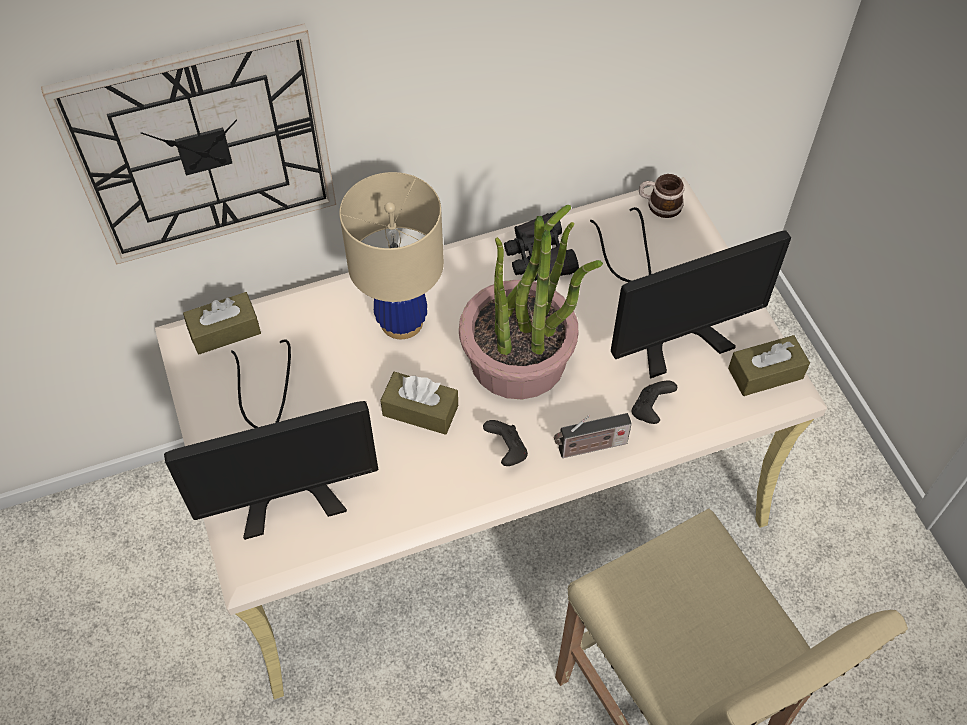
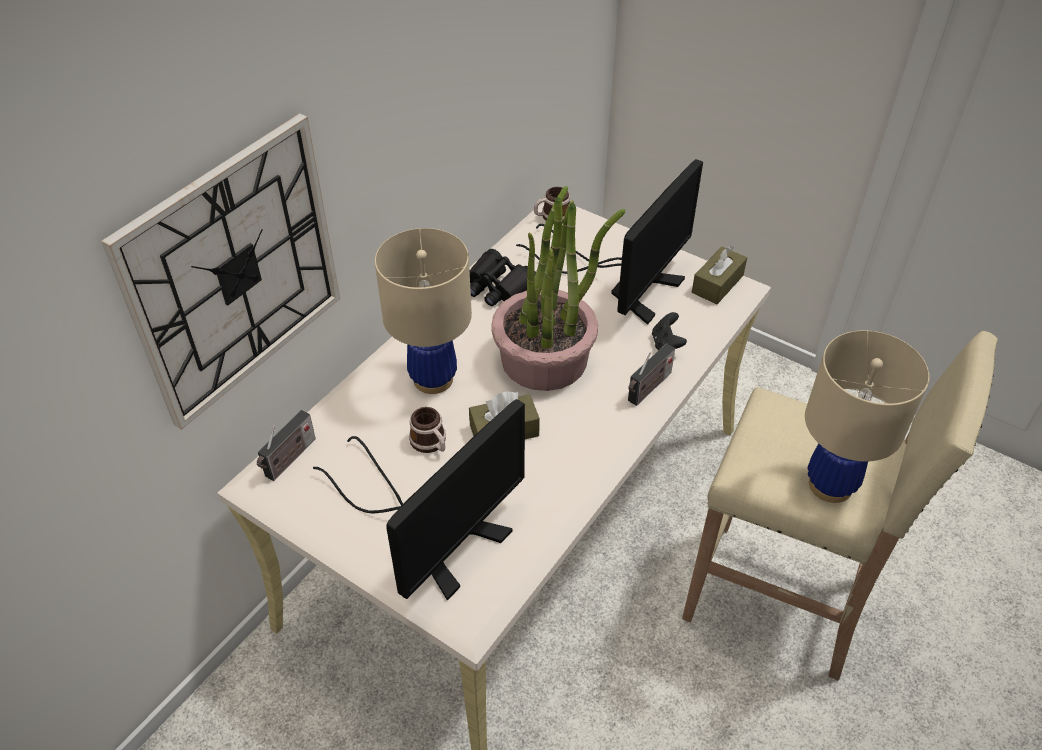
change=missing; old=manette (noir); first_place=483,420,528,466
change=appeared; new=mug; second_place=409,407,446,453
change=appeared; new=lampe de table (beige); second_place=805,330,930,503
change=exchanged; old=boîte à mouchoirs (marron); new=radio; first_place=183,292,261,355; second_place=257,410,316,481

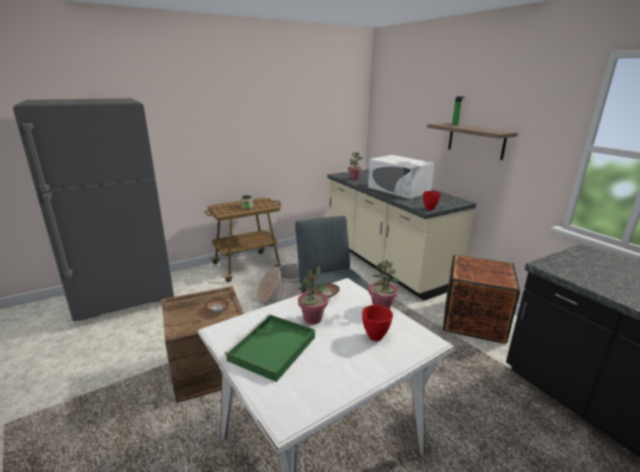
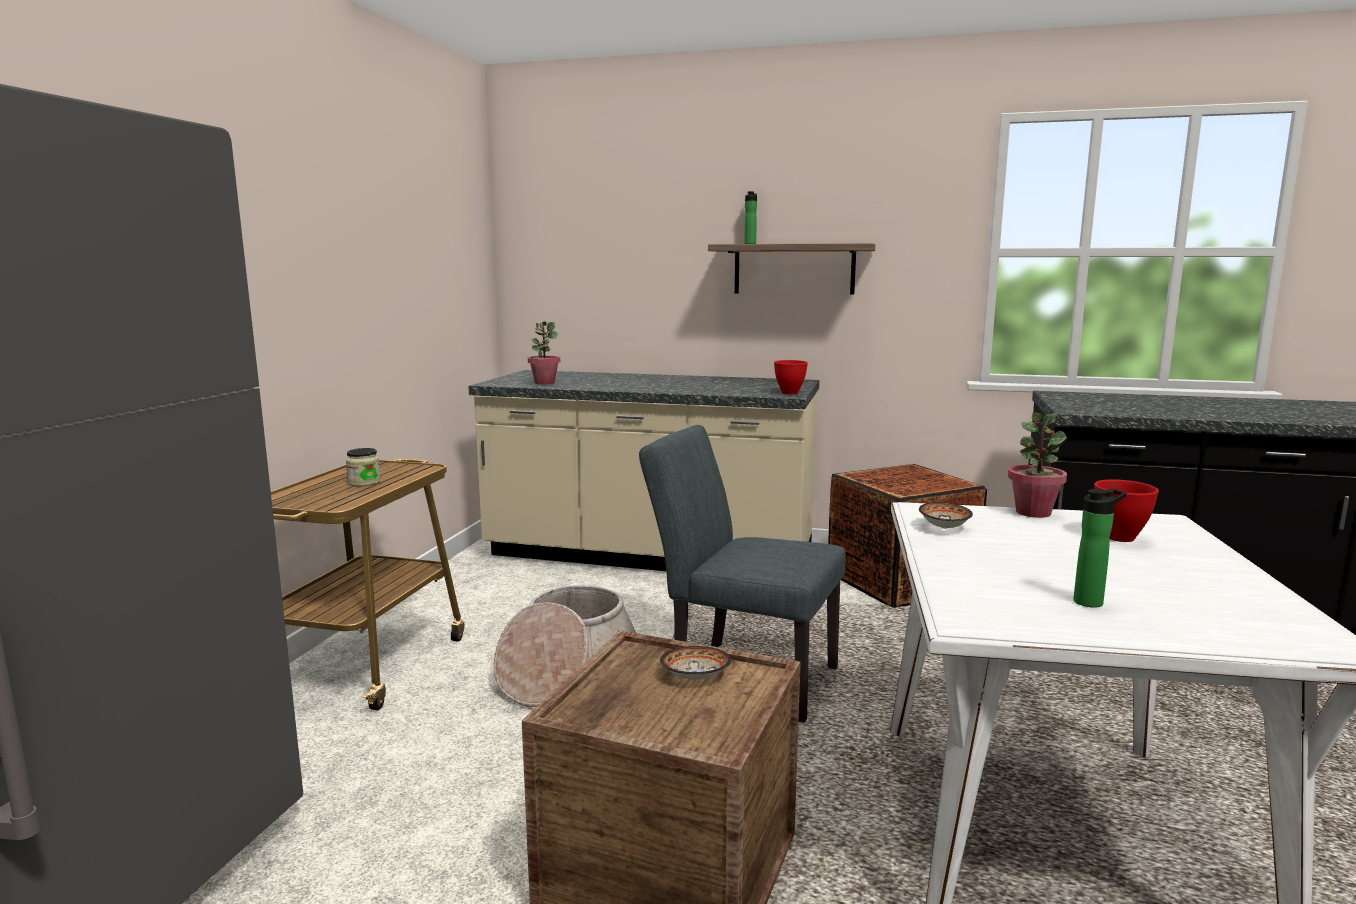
change=missing; old=plante en pot; first_place=298,266,328,324
change=missing; old=micro-ondes (blanc); first_place=368,155,435,199
change=exchanged; old=plateau (vert); new=bouteille; first_place=224,314,315,382; second_place=1073,489,1127,608

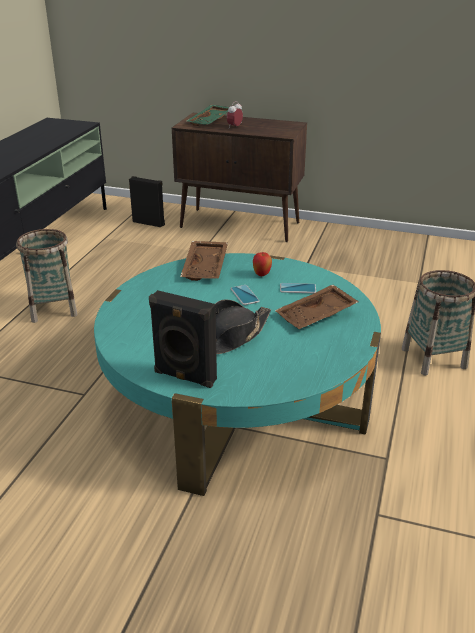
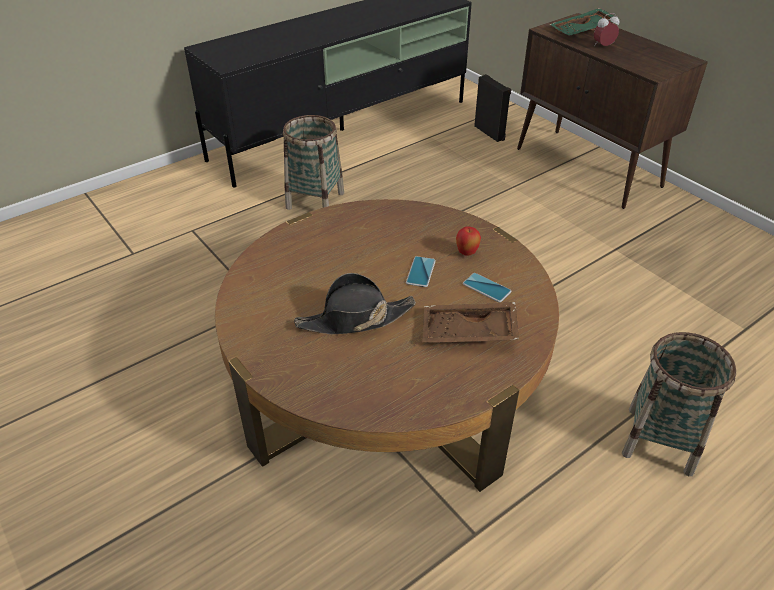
change=missing; old=enceinte (noir); first_place=149,290,217,388
change=missing; old=plateau (marron); first_place=180,241,228,281
change=colour; old=table basse (turquoise); new=table basse (marron); first_place=94,253,381,496; second_place=215,199,559,492

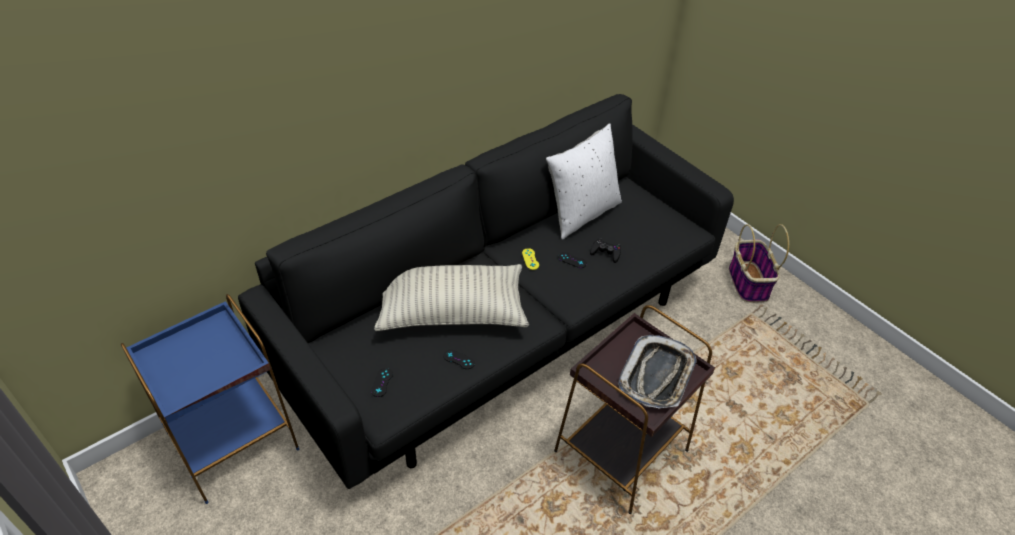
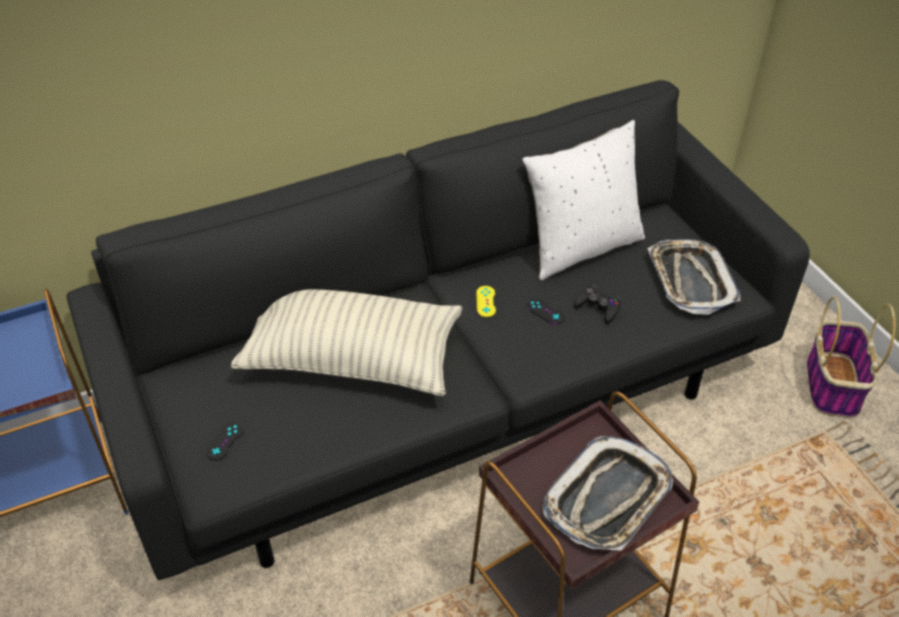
change=missing; old=manette (noir); first_place=443,349,475,369
change=appeared; new=plateau; second_place=647,239,740,315

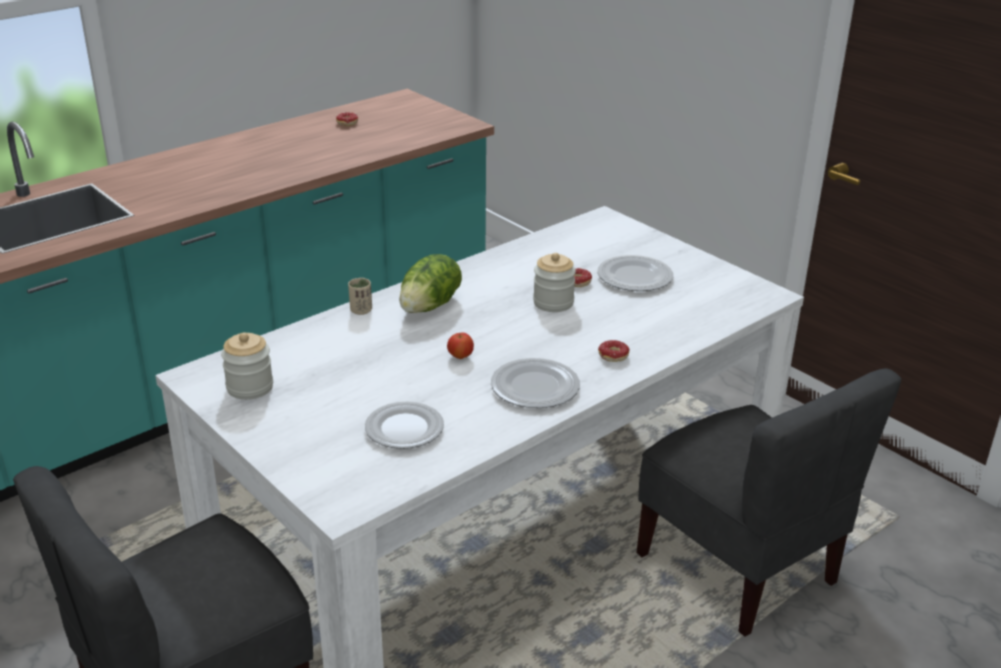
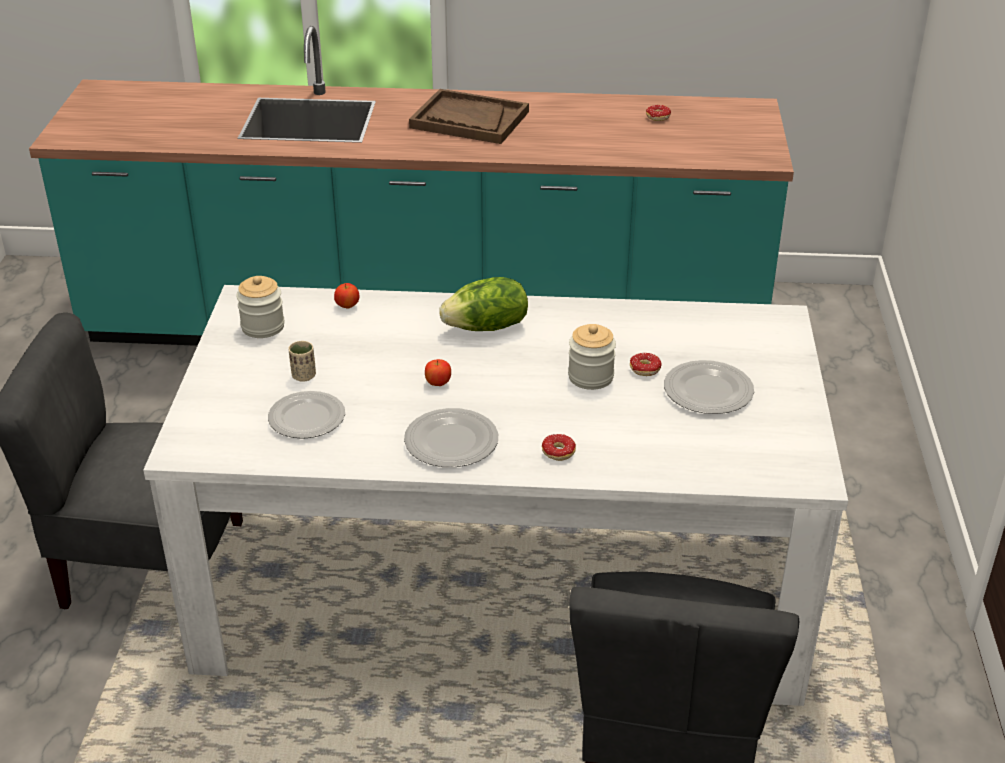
change=appeared; new=pomme; second_place=334,283,359,309
change=appeared; new=plateau (marron); second_place=409,89,529,144
change=relocated; old=tasse (beige); first_place=348,278,372,315; second_place=288,341,316,382

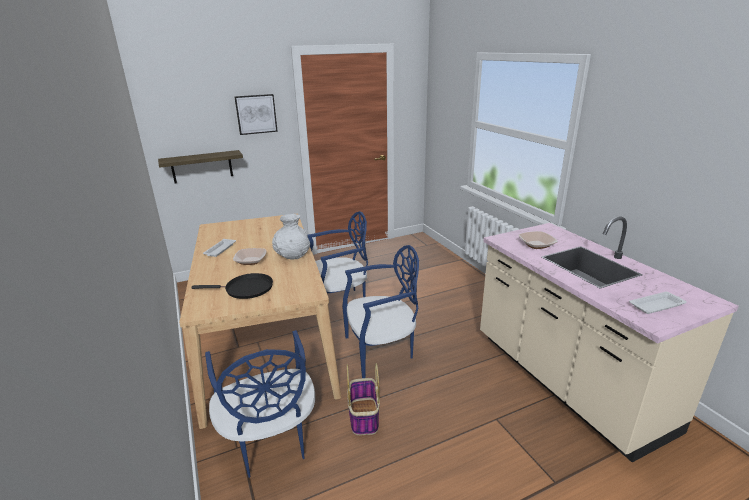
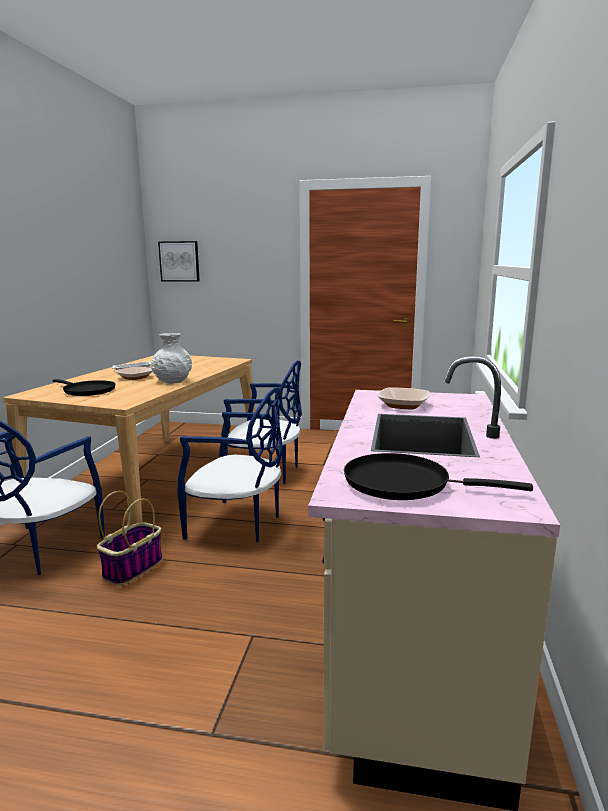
change=missing; old=étagère; first_place=158,150,243,184
change=relocated; old=tableau; first_place=234,94,278,135; second_place=158,241,200,282
change=exchanged; old=plateau (blanc); new=poêle (noir); first_place=629,292,687,314; second_place=344,453,533,500

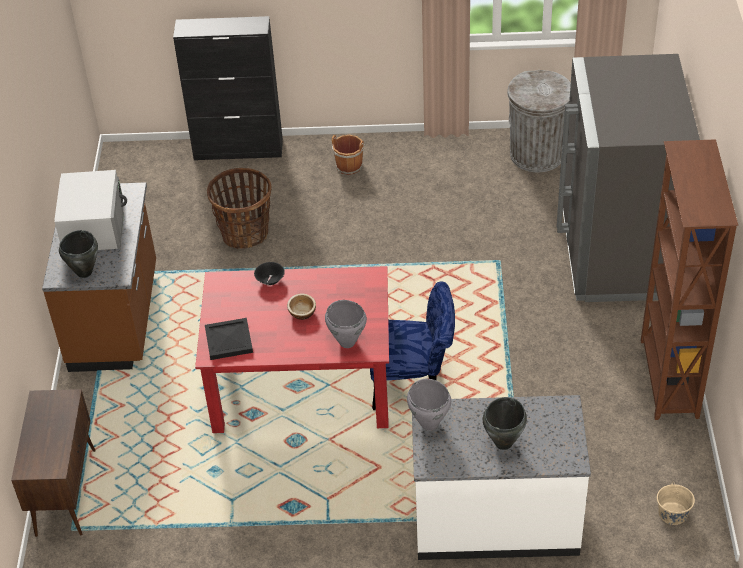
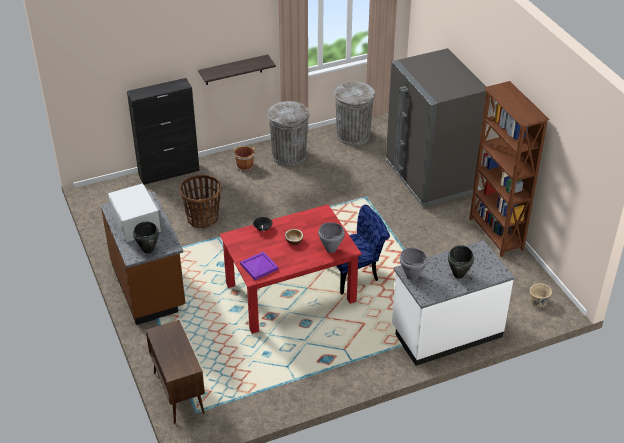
change=appeared; new=étagère; second_place=198,55,276,85
change=appeared; new=poubelle (gris); second_place=267,101,309,166
change=colour; old=plateau (noir); new=plateau (violet); first_place=205,318,253,360; second_place=240,251,278,280

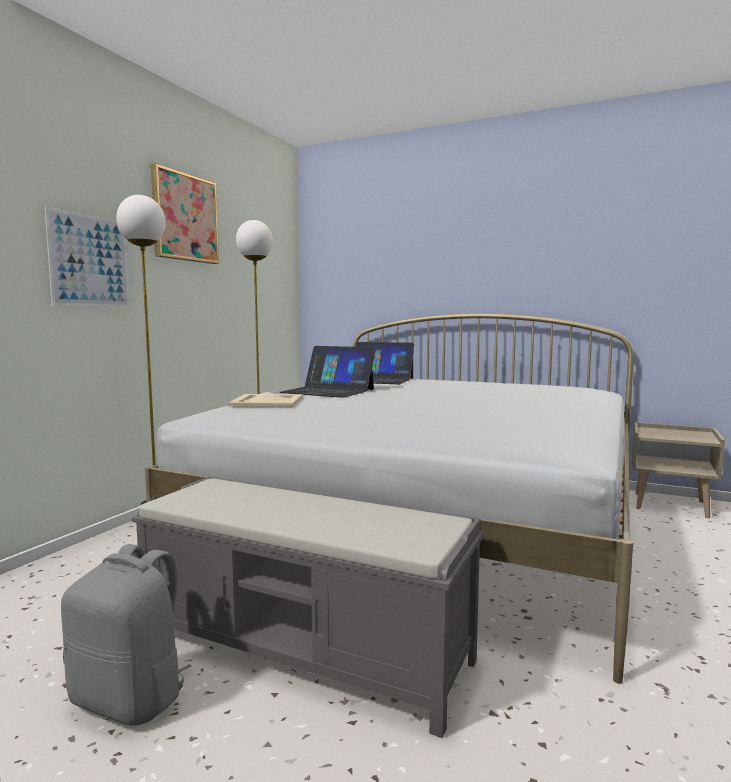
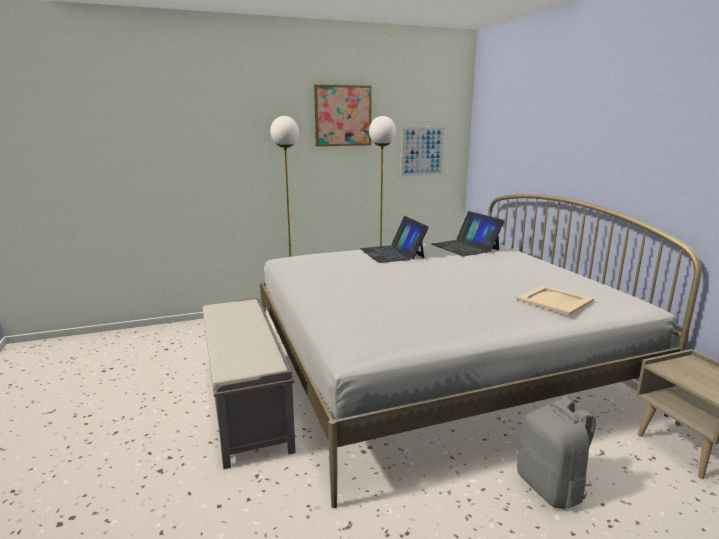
change=relocated; old=tableau; first_place=45,207,131,308; second_place=400,127,445,177
change=relocated; old=sac à dos (gris); first_place=61,544,192,726; second_place=517,398,596,509
change=relocated; old=plateau (beige); first_place=228,392,303,407; second_place=516,285,594,315

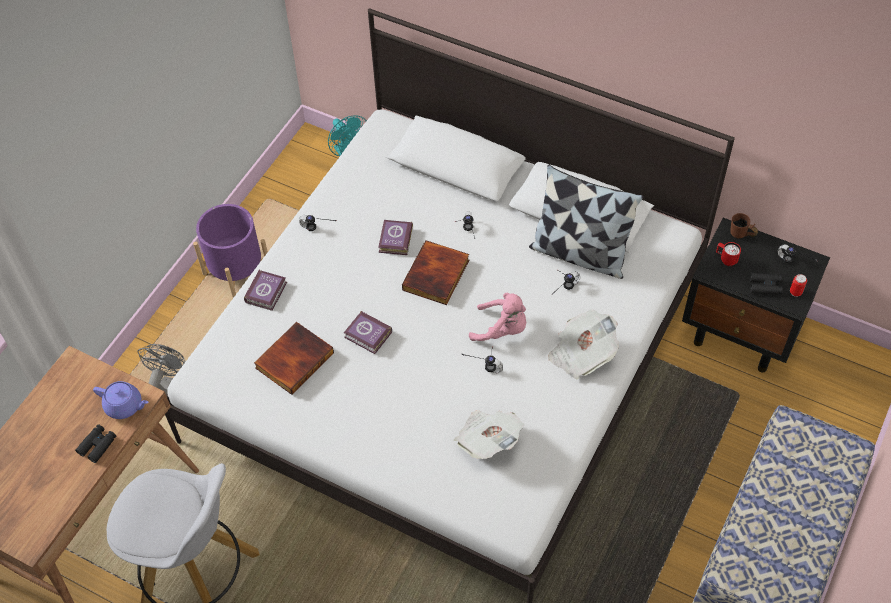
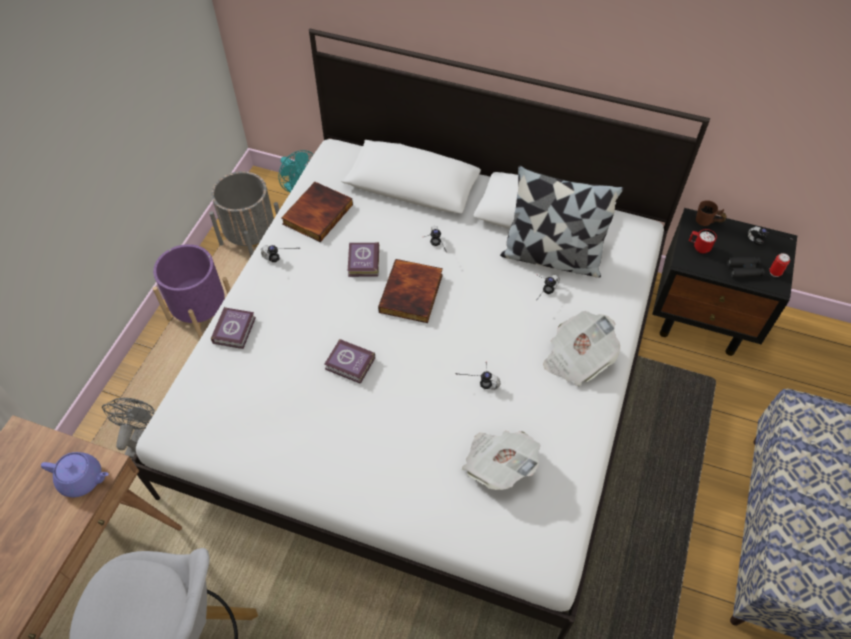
change=missing; old=jumelles (noir); first_place=75,424,116,463
change=missing; old=peluche (rose); first_place=469,293,526,341
change=appeared; new=cache-pot (gris); second_place=209,171,279,257
change=relocated; old=livre; first_place=254,322,334,395; second_place=281,182,353,242

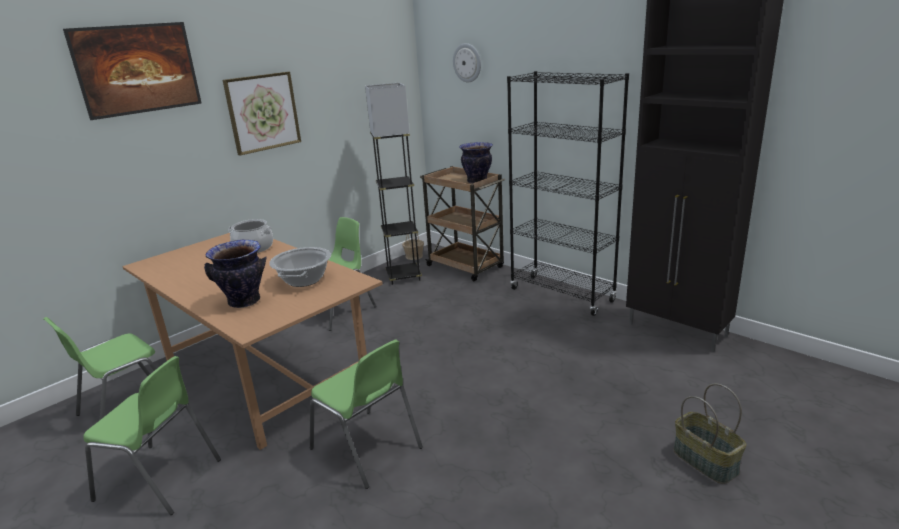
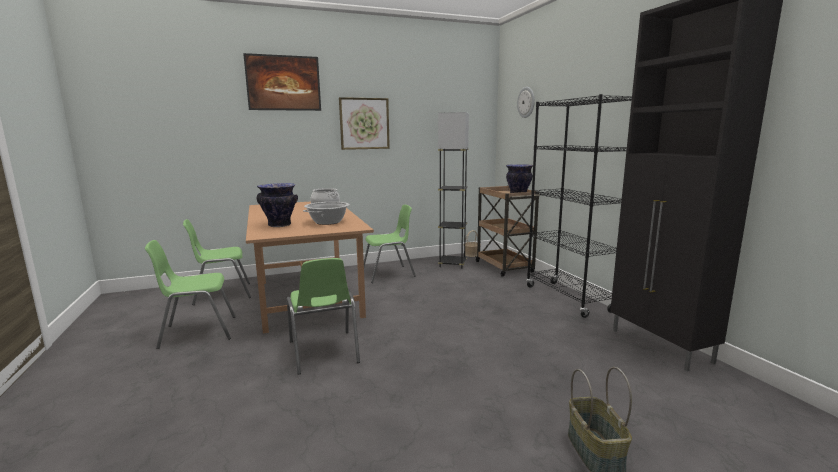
change=spun; old=chaise (vert); first_place=83,356,221,515; second_place=145,240,236,349; degrees=120

